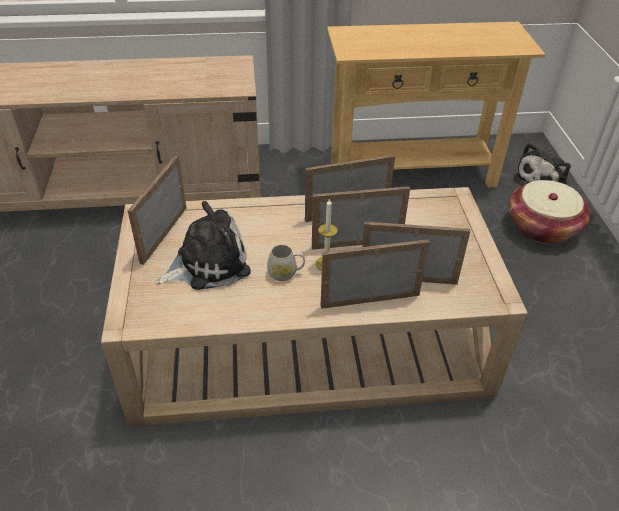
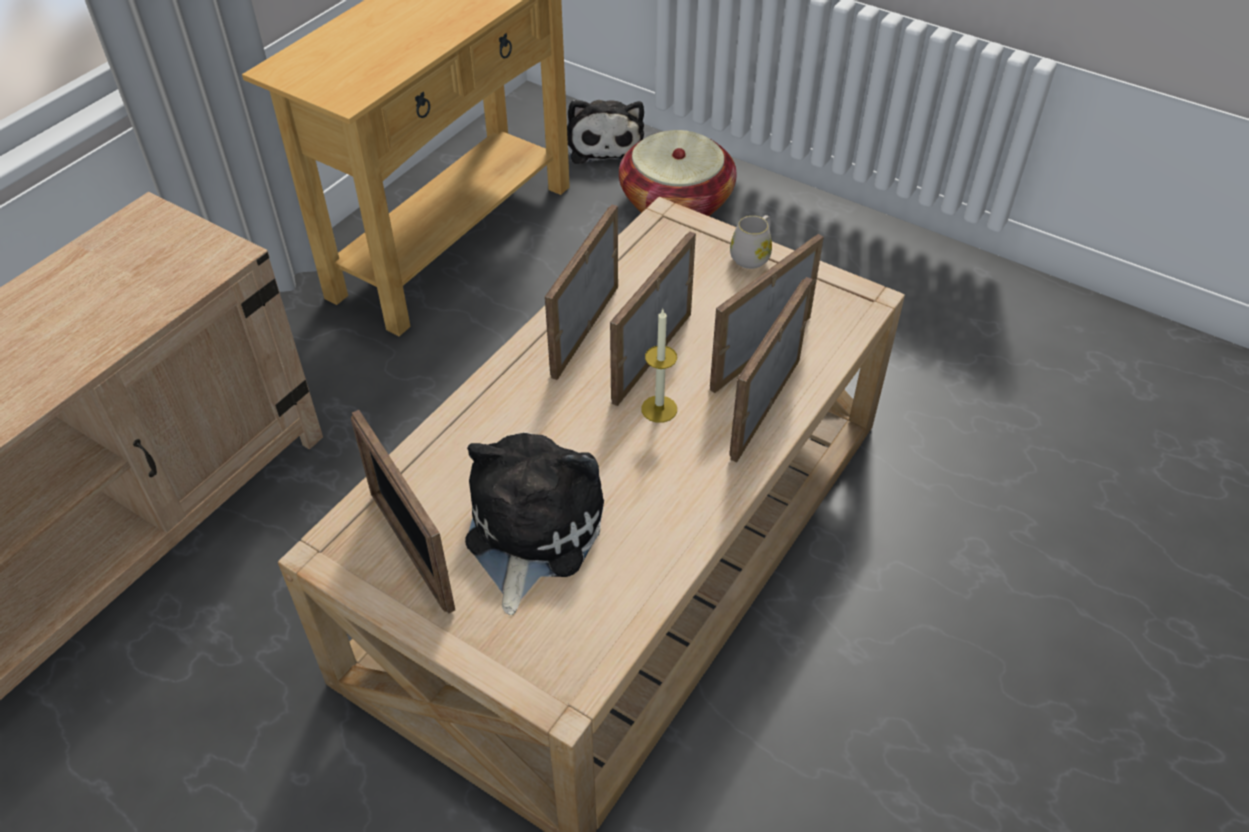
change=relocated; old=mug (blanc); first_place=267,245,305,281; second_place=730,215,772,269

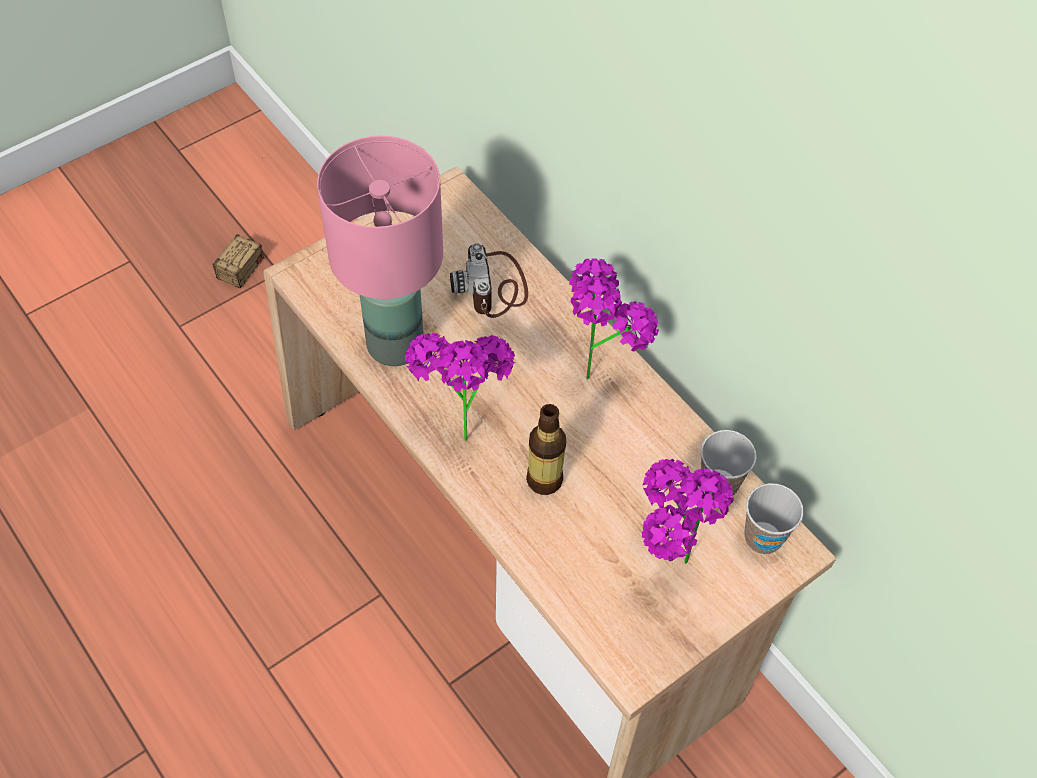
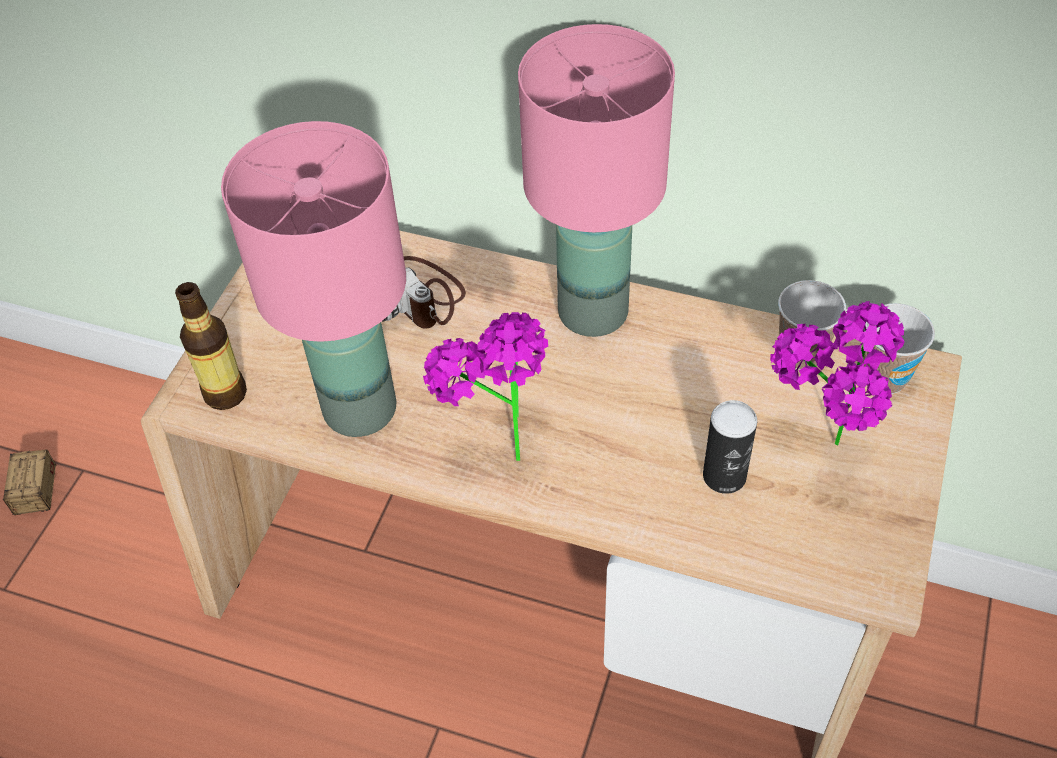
change=appeared; new=boîte métallique; second_place=703,400,757,494
change=relocated; old=bouteille; first_place=526,404,566,495; second_place=175,282,247,410
change=exchanged; old=plante en pot; new=lampe de table (rose); first_place=569,258,659,379; second_place=518,24,675,337

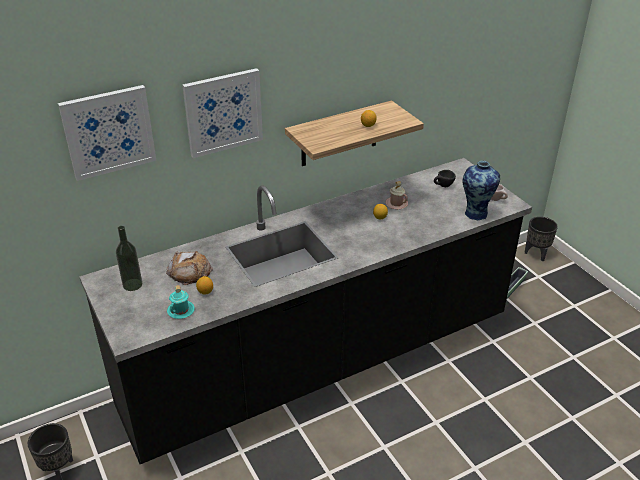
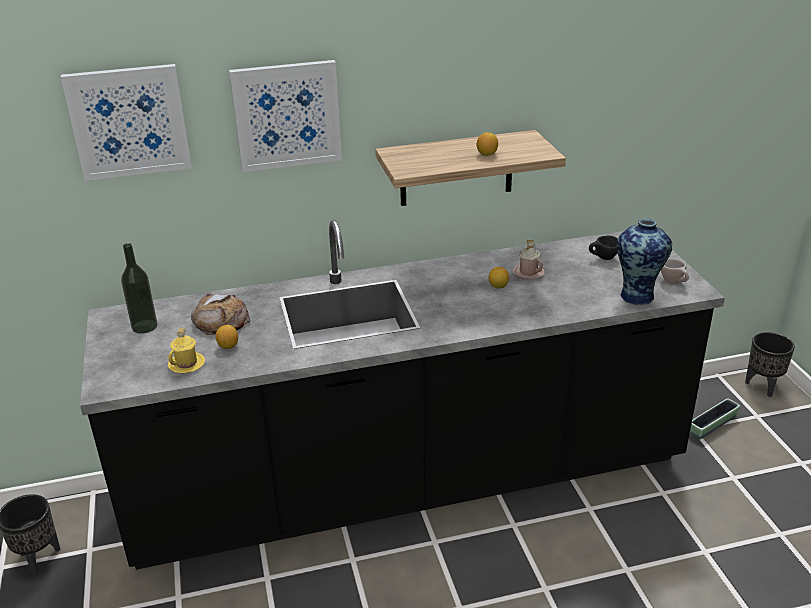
change=colour; old=mug (turquoise); new=mug (jaune); first_place=167,285,195,319; second_place=168,327,205,373

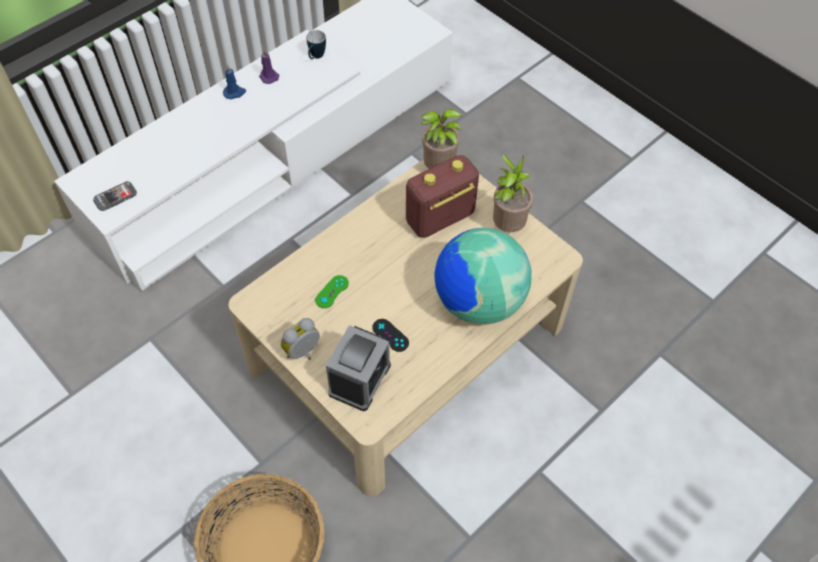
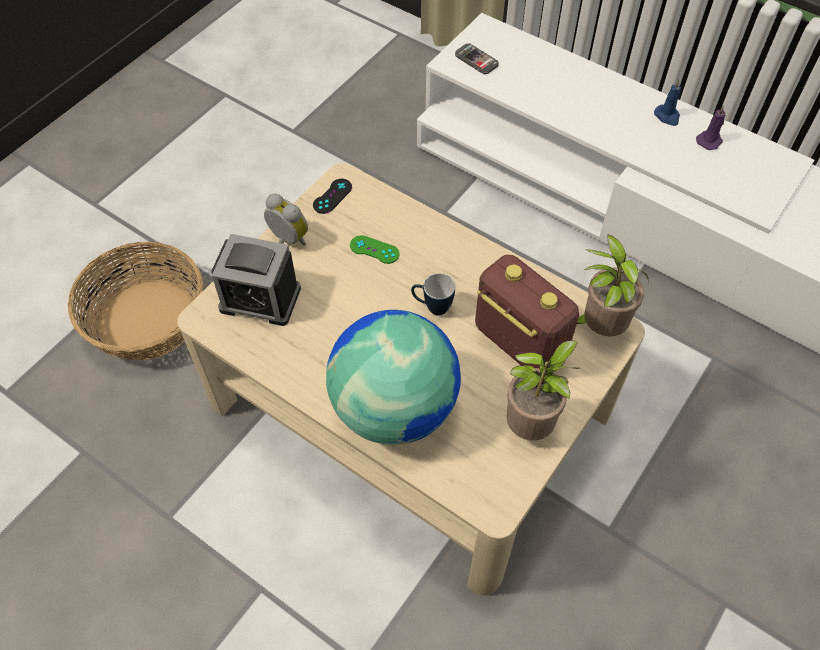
change=relocated; old=mug; first_place=306,30,326,59; second_place=411,273,455,316
change=relocated; old=manette (noir); first_place=372,319,409,352; second_place=313,179,352,214

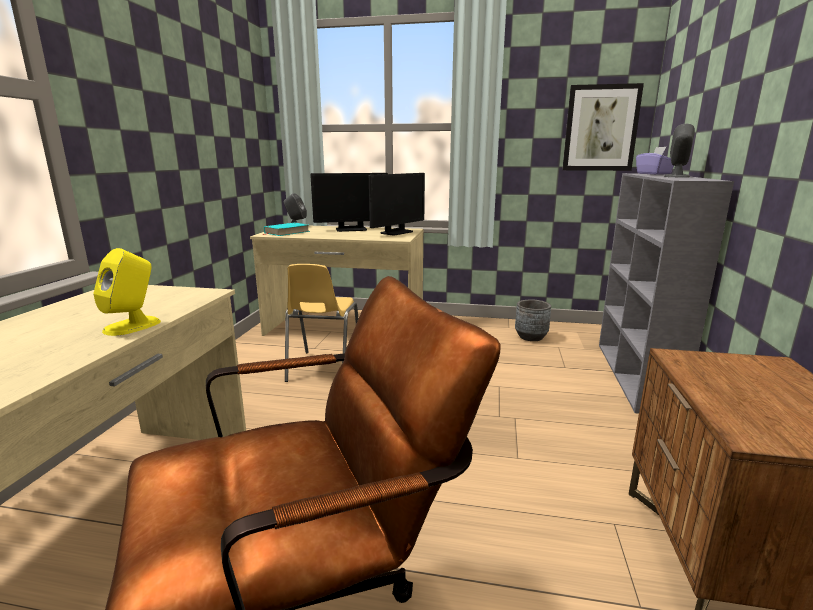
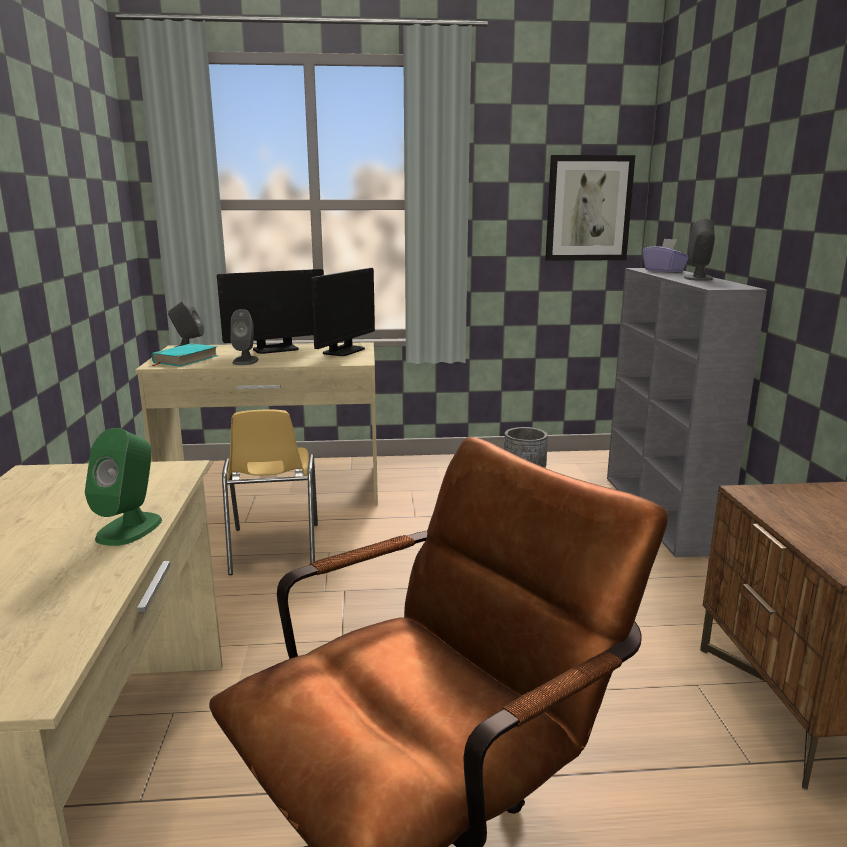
change=appeared; new=enceinte (gris); second_place=231,309,258,365
change=colour; old=enceinte (jaune); new=enceinte (vert); first_place=93,248,161,336; second_place=85,428,162,546

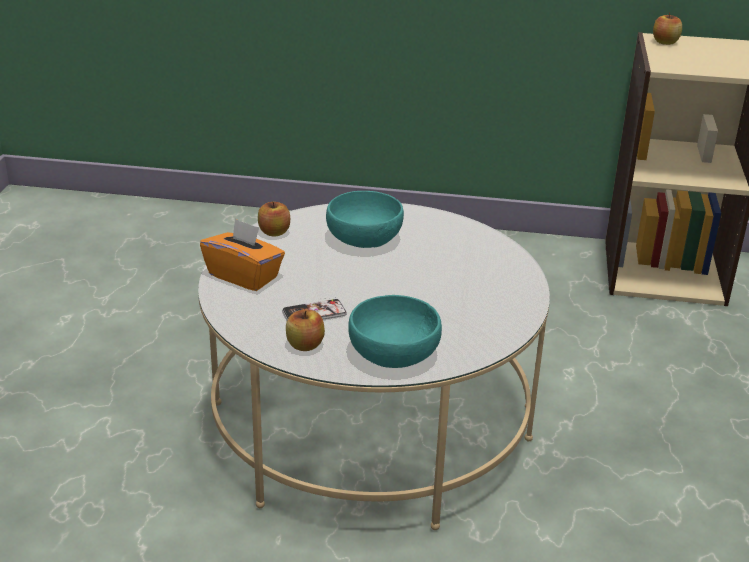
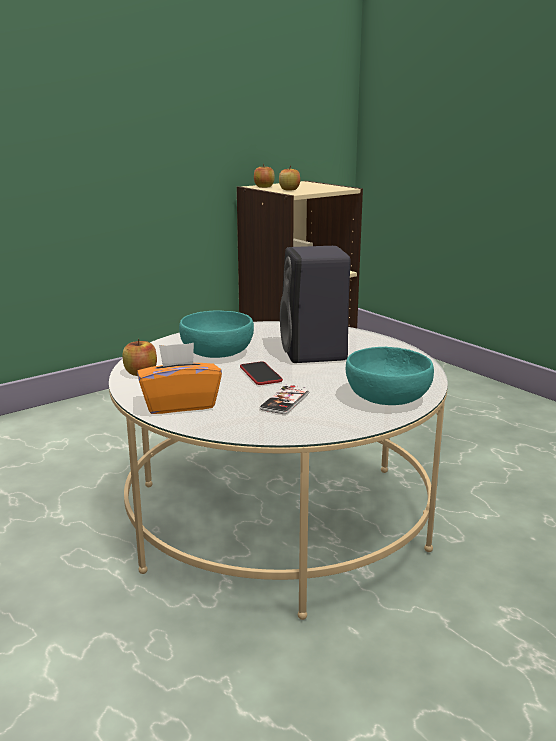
change=appeared; new=téléphone; second_place=240,361,283,385
change=appeared; new=enceinte (noir); second_place=280,246,351,363
change=relocated; old=pomme; first_place=286,310,325,351; second_place=279,166,300,191

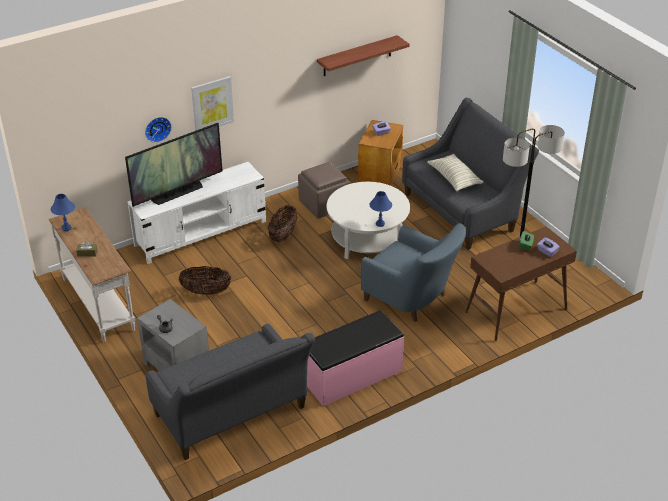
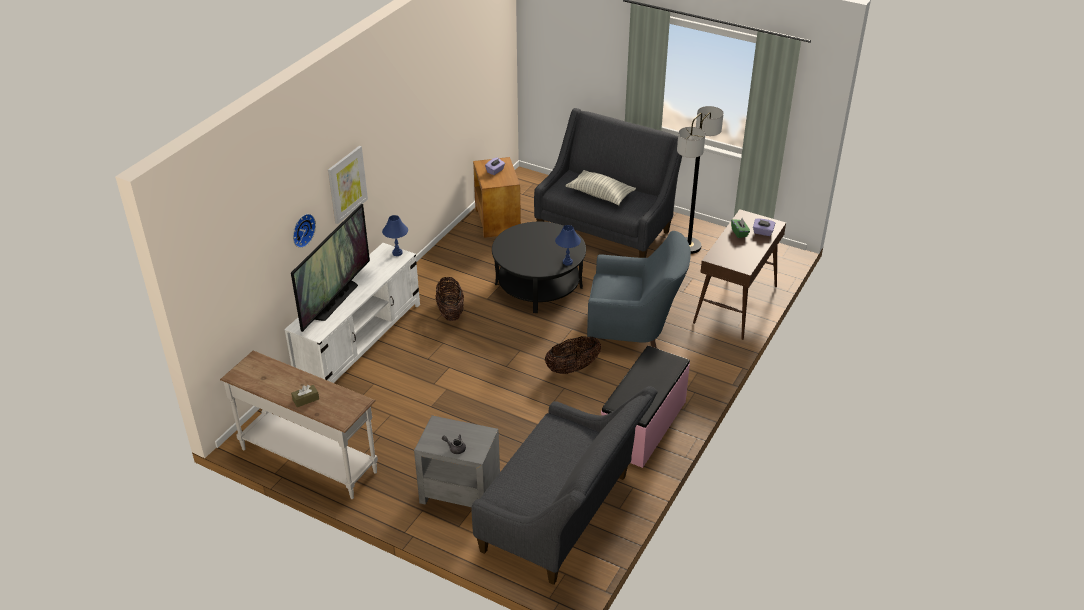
change=missing; old=pouf (marron); first_place=298,162,350,219
change=missing; old=étagère; first_place=317,35,410,76
change=relocated; old=lampe de table (bleu); first_place=51,194,75,231; second_place=382,215,408,256
change=relocated; old=panier; first_place=179,266,231,295; second_place=545,336,601,374
change=colour; old=table basse (blanc); new=table basse (noir); first_place=327,182,410,259; second_place=492,222,586,313

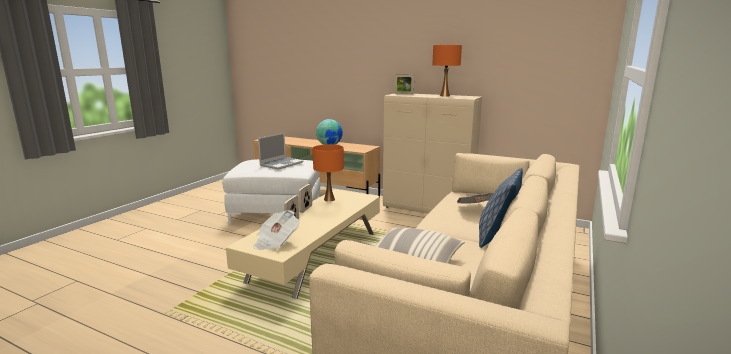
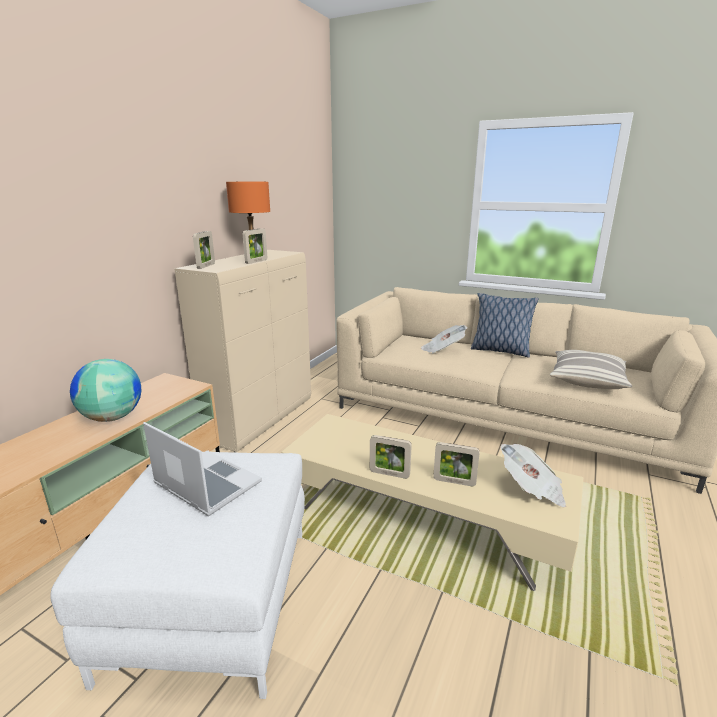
change=missing; old=lampe de table (orange); first_place=313,144,344,202
change=appeared; new=cadre photo; second_place=243,228,267,264

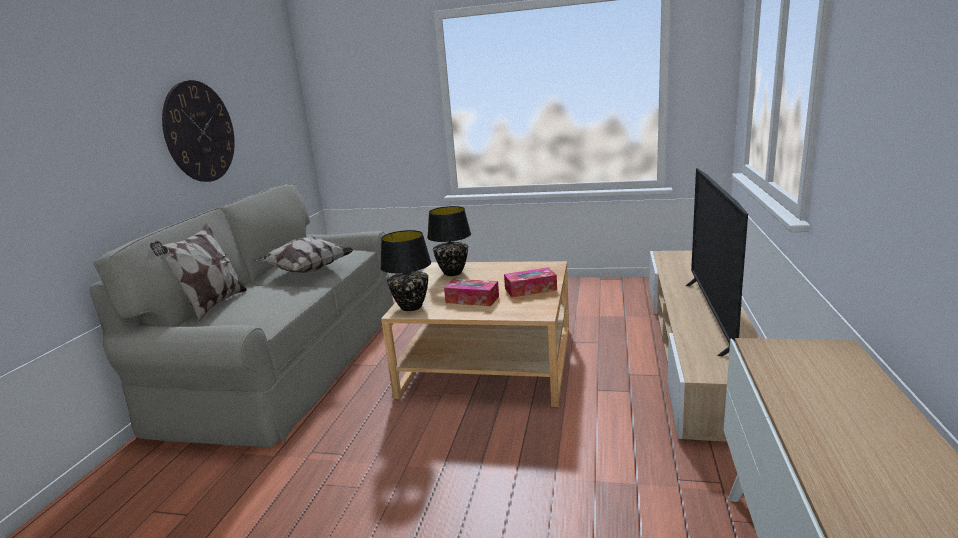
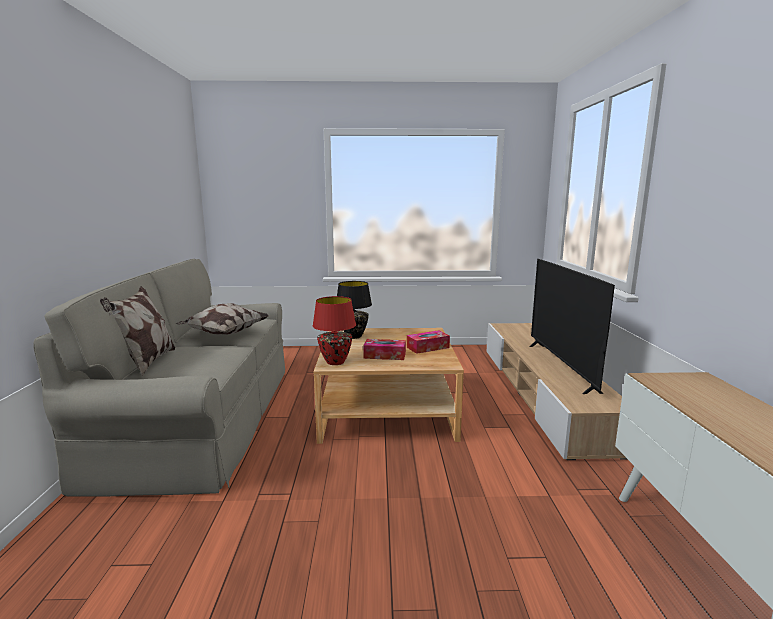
change=missing; old=horloge murale; first_place=162,80,235,182
change=colour; old=lampe de table (noir); new=lampe de table (rouge); first_place=380,230,431,311; second_place=313,296,356,365

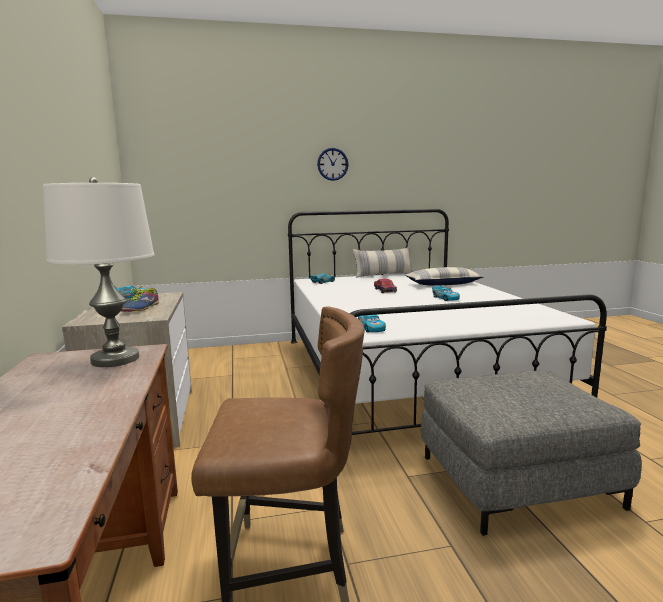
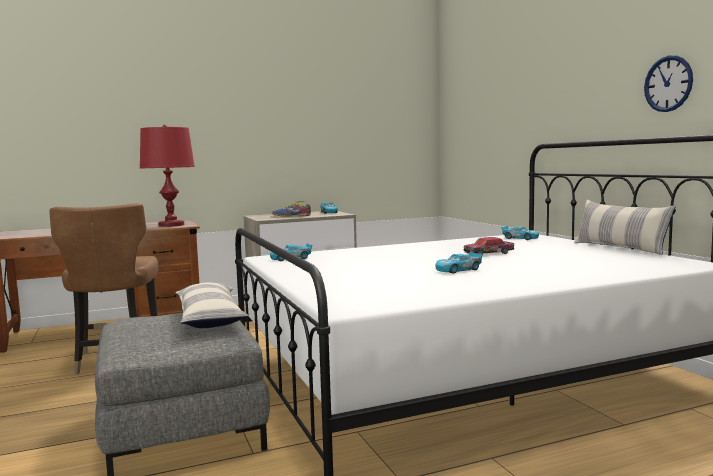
change=relocated; old=horloge murale; first_place=317,148,348,181; second_place=644,55,693,112
change=relocated; old=coussin; first_place=405,267,484,286; second_place=175,282,249,328
change=colour; old=lampe de table (blanc); new=lampe de table (rouge); first_place=43,177,154,367; second_place=140,125,195,227

